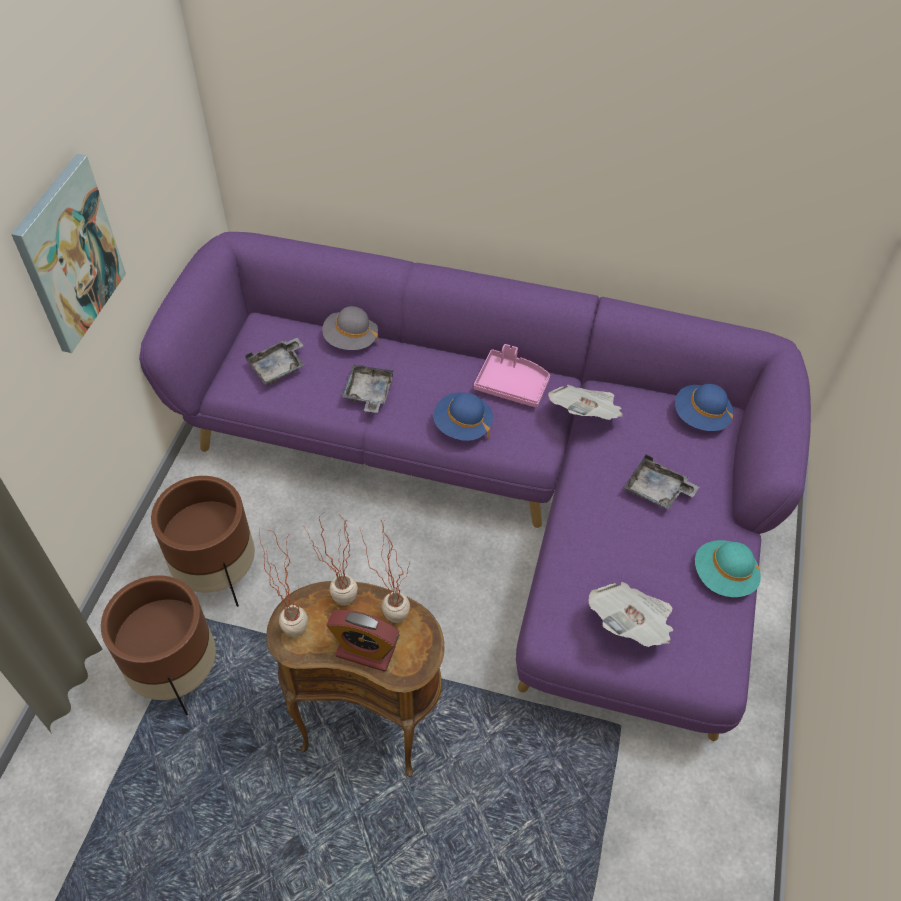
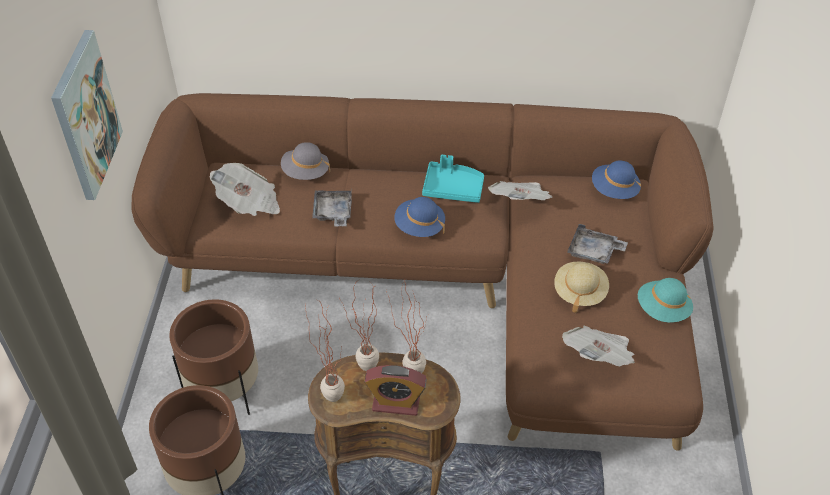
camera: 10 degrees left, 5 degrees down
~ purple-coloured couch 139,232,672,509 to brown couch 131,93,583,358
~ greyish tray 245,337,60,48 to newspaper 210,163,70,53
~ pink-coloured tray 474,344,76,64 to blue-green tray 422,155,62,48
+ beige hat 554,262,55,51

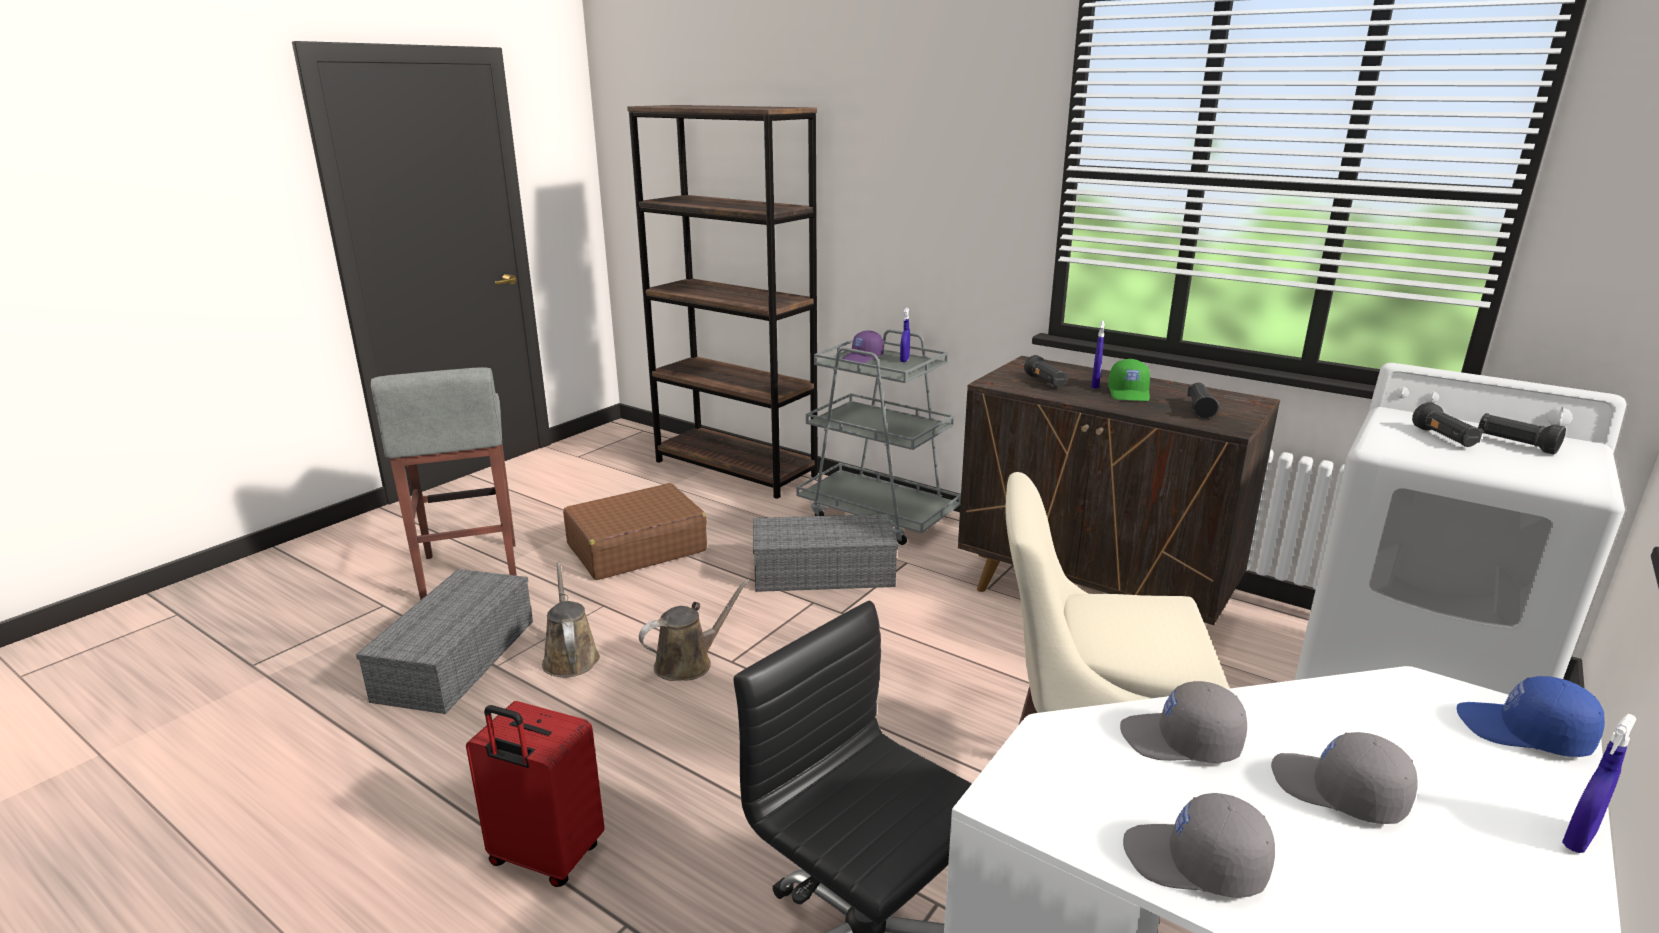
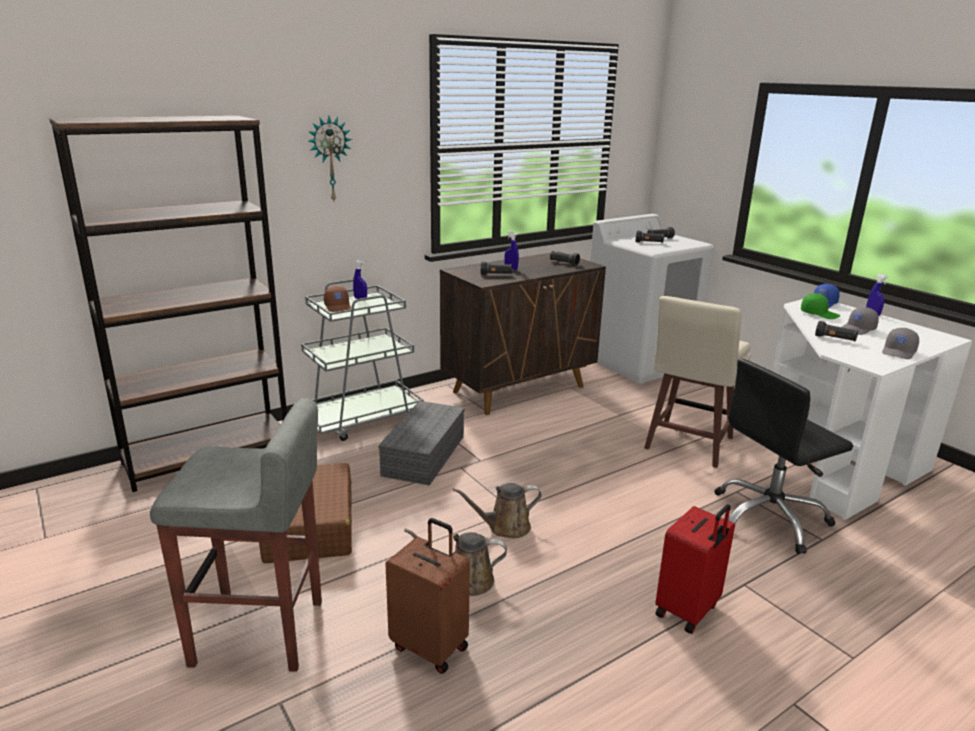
camera: 70 degrees left, 0 degrees up
~ greyish storage bin 356,569,177,145 to brown suitcase 385,518,85,156
~ brown sprinkling can 639,579,111,102 = 453,483,89,55 90 degrees counterclockwise
~ purple-coloured cap 842,330,42,33 to brown cap 324,286,27,26
~ green cap 1108,359,42,42 to 801,293,39,26
~ greyish cap 1120,681,127,82 to blackish hand torch 815,321,43,20
+ wall clock 308,116,44,85

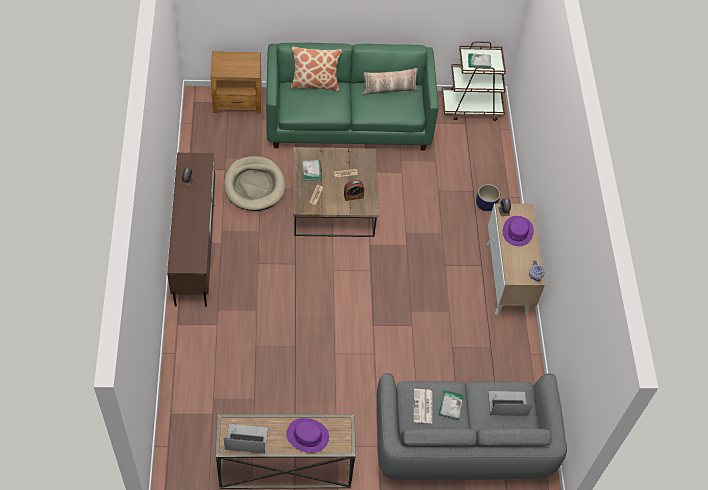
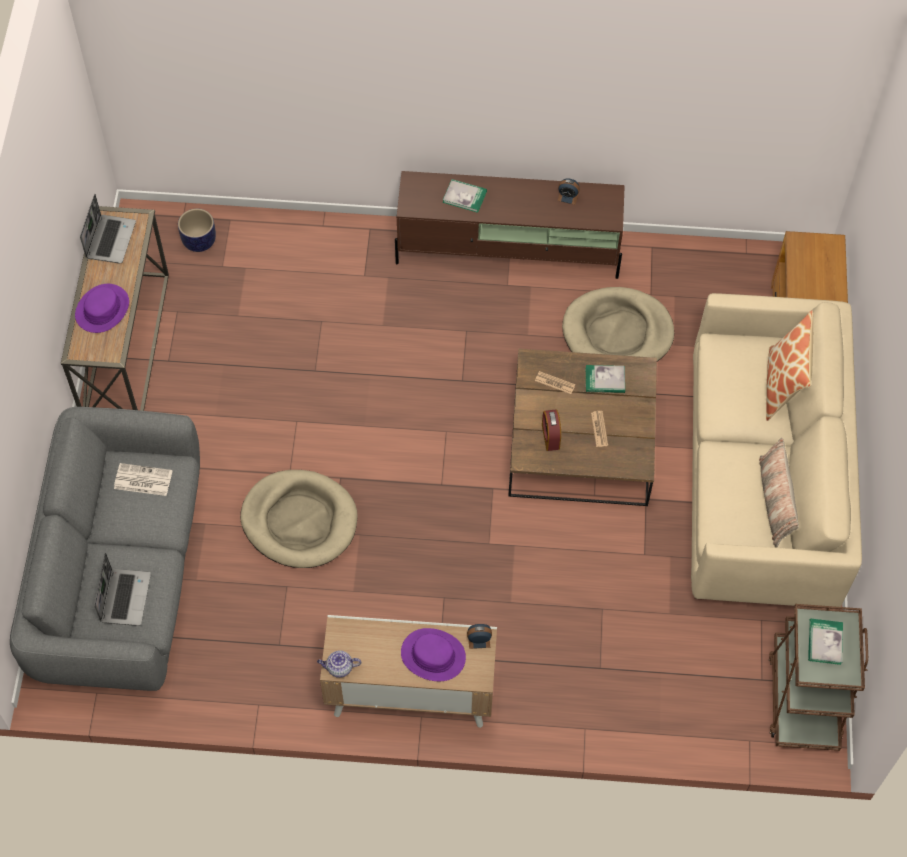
camera: 100 degrees right, 5 degrees up
~ green couch 266,43,172,108 to beige couch 691,293,171,316
~ book 439,390,25,30 to 443,179,44,34
~ flower pot 476,184,24,27 to 178,209,38,43
+ beige pet bed 240,470,118,98

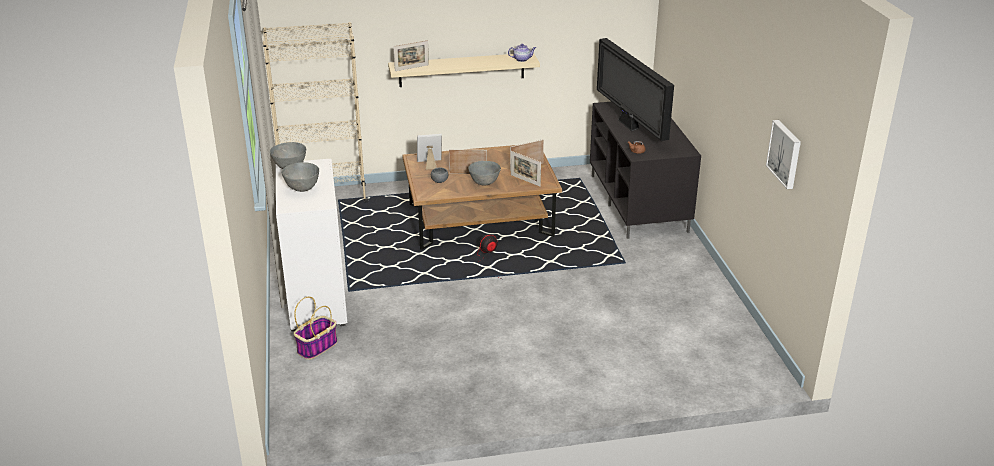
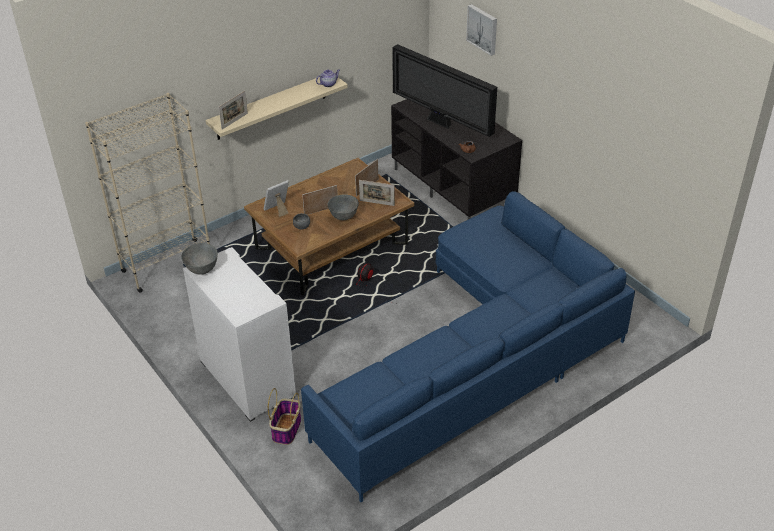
camera: 25 degrees left, 10 degrees up
- greyish serving bowl 282,162,37,30
~ wall picture 766,120,35,69 to 466,4,31,52
+ bluish couch 301,192,334,310

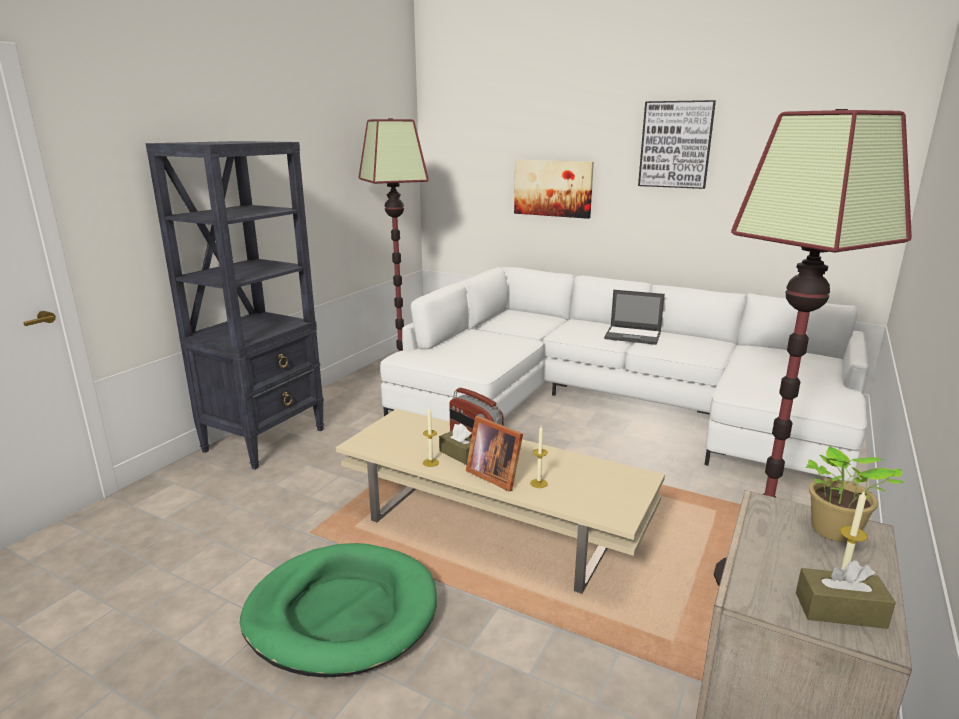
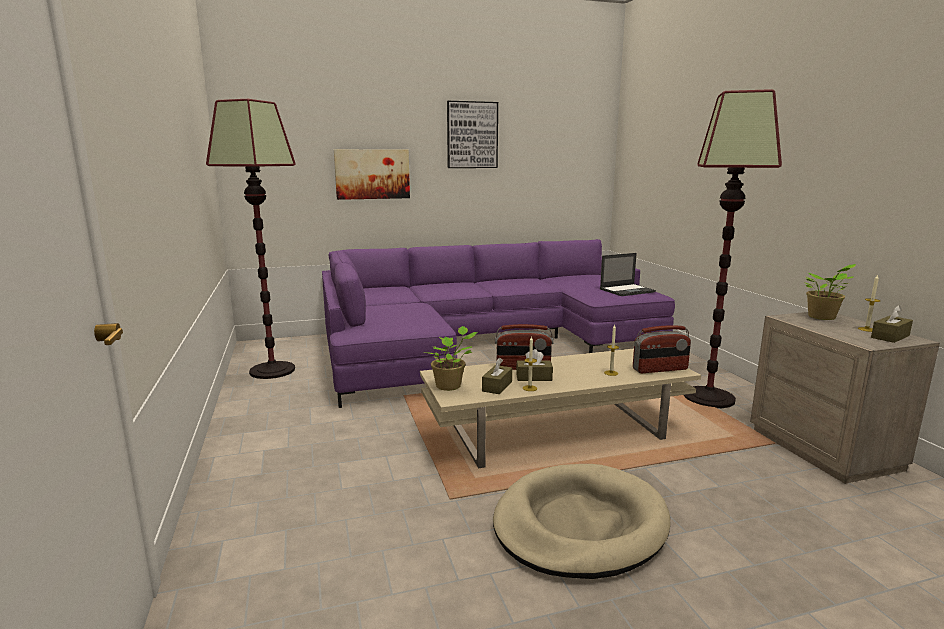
camera: 45 degrees left, 5 degrees down
- blackish bookshelf 145,141,179,329
~ green pet bed 240,543,197,134 to beige pet bed 493,464,178,115
~ white-coloured couch 380,267,489,215 to purple-coloured couch 322,239,353,169
- standing frame 466,416,57,75
~ portable computer 604,290,61,55 to 600,253,56,43
+ houseplant 424,326,54,65
+ brown box of tissues 482,358,30,36
+ radio set 633,325,58,48

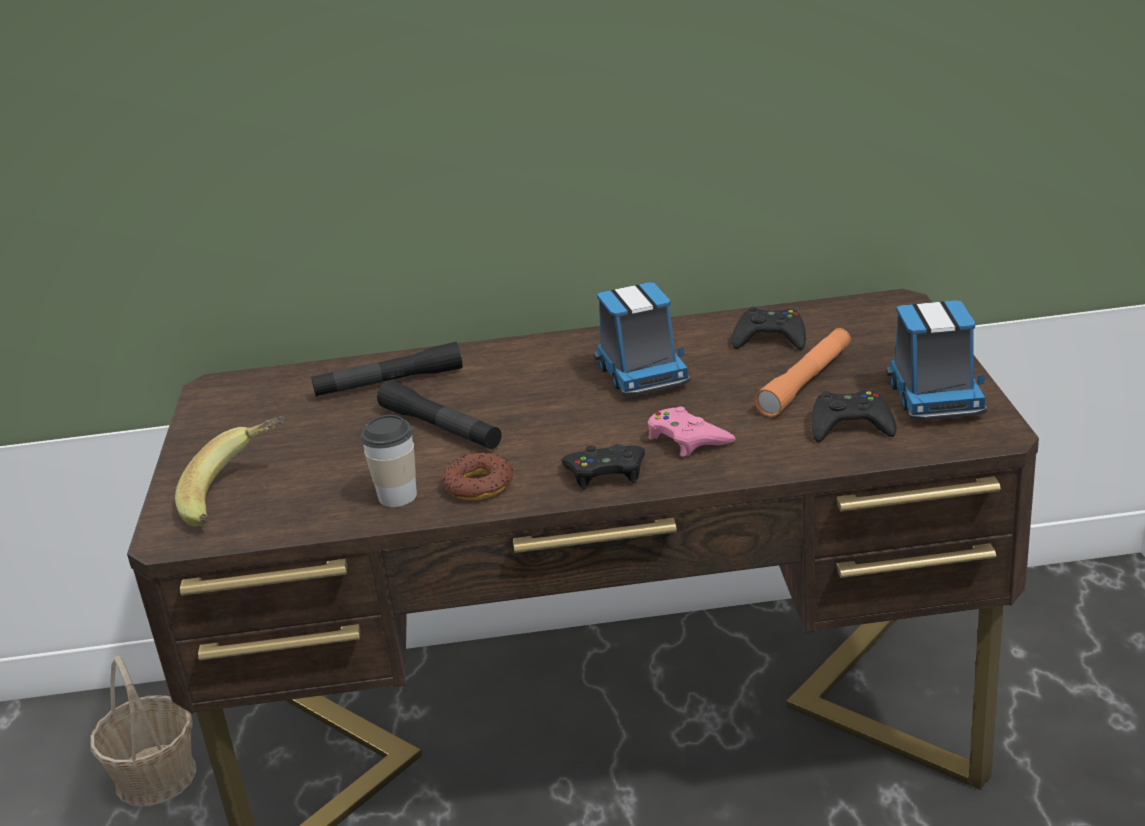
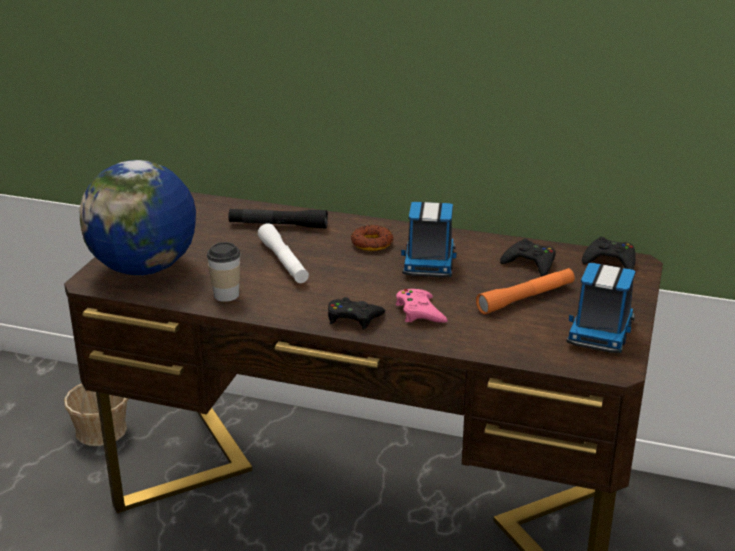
camera: 20 degrees right, 0 degrees up
~ banana 175,416,110,111 to desk globe 80,160,116,115
~ blackish hand torch 377,380,124,69 to white-coloured hand torch 258,223,51,60
~ donut 442,452,71,48 to 351,225,43,26
~ blackish game controller 811,390,86,52 to 582,237,54,33

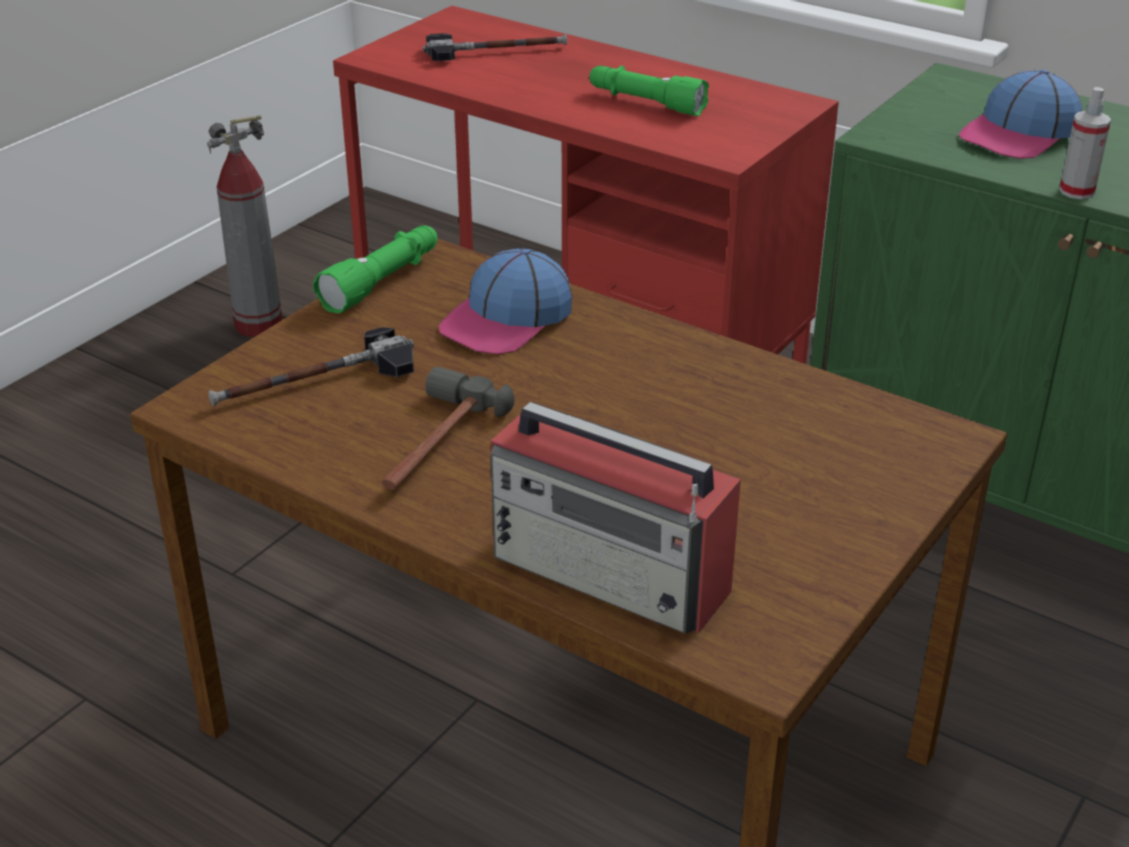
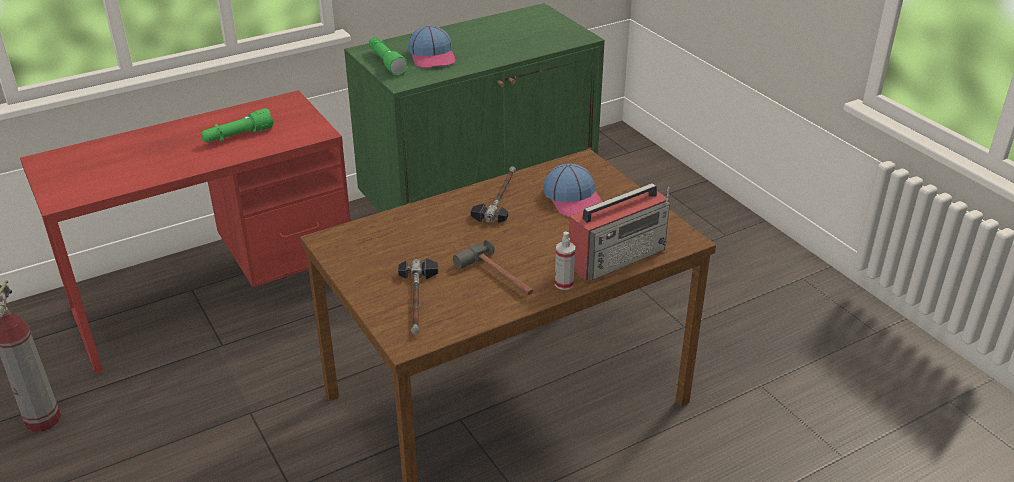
camera: 65 degrees left, 0 degrees up
~ green hand torch 313,225,124,88 to 369,37,39,39
~ hammer 423,33,144,28 to 470,166,46,57
~ cap 439,248,133,106 to 544,163,58,54
~ spray bottle 1059,87,52,112 to 555,232,20,58

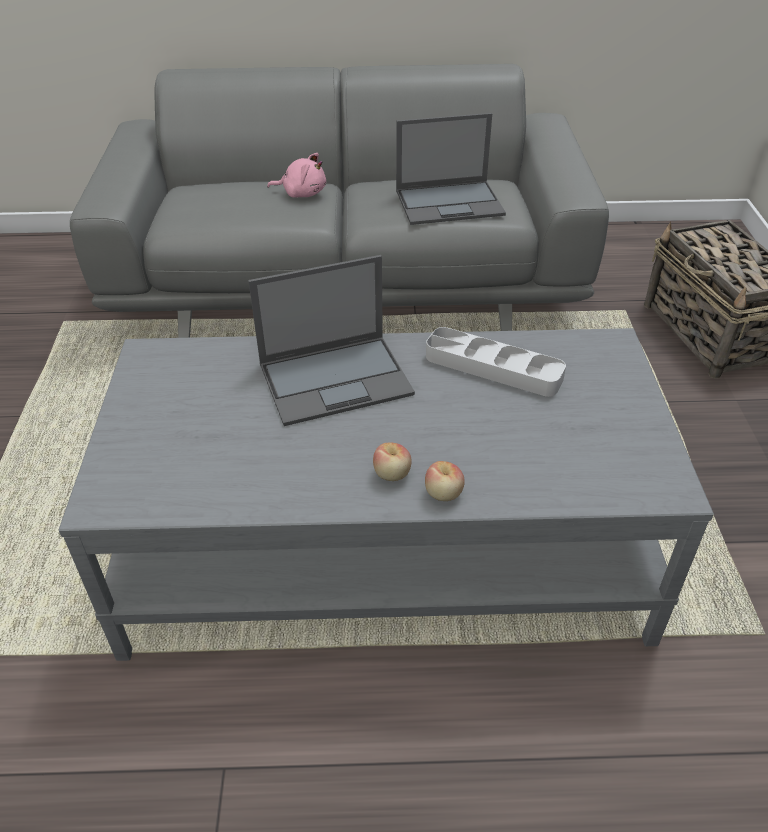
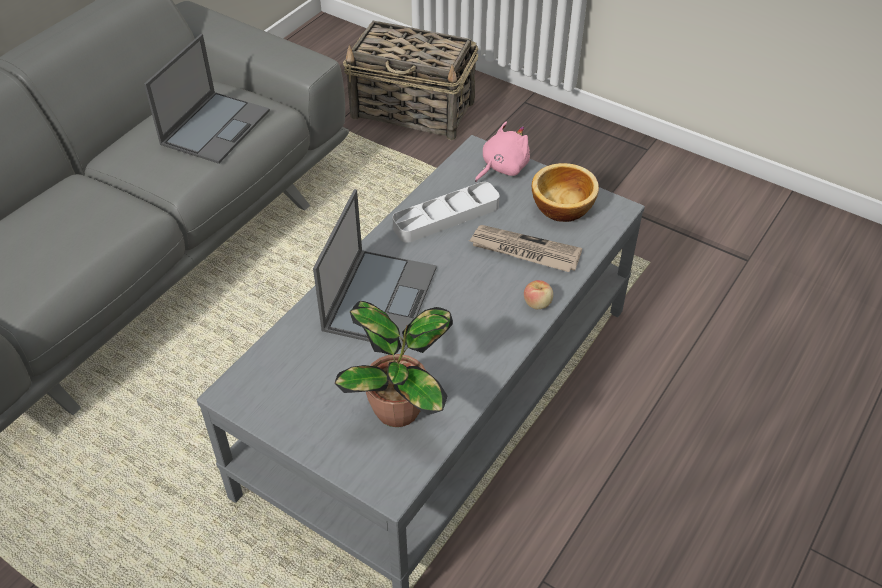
camera: 55 degrees left, 5 degrees up
~ pink-coloured plush toy 267,153,59,45 to 475,121,55,61
- apple fruit 373,443,38,38
+ houseplant 335,301,118,126
+ newspaper 469,225,113,47
+ serving bowl 532,163,67,59

